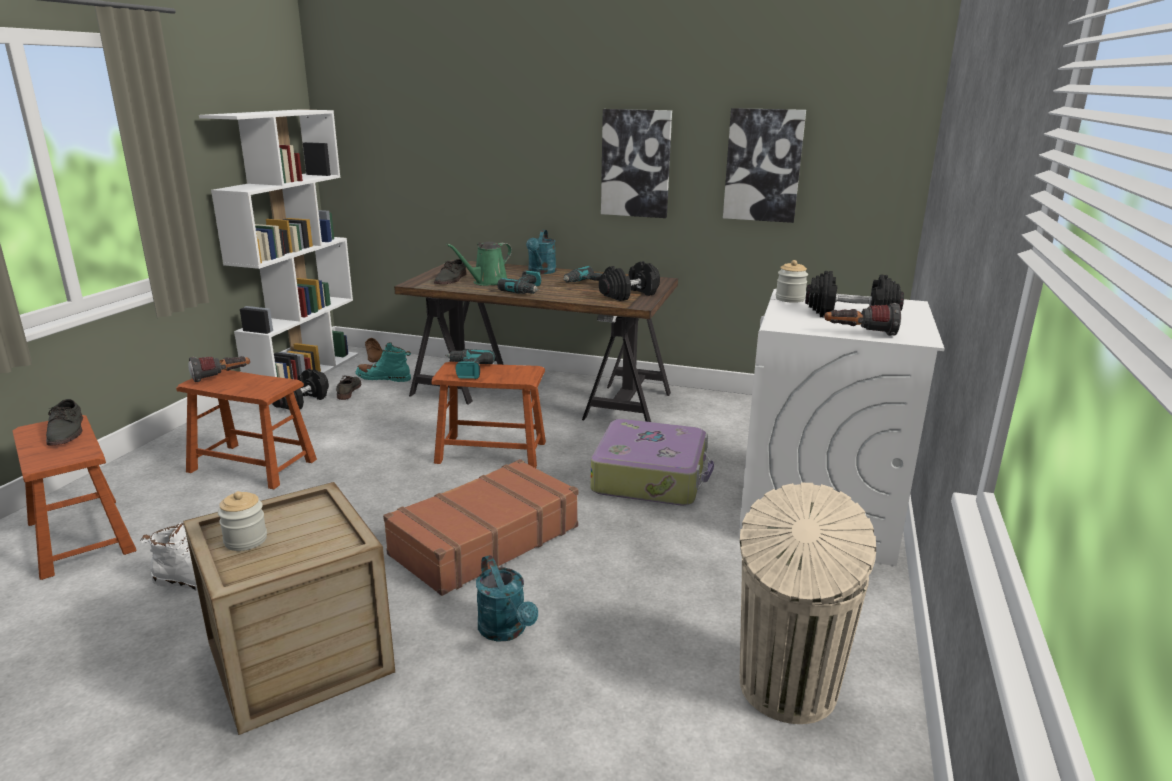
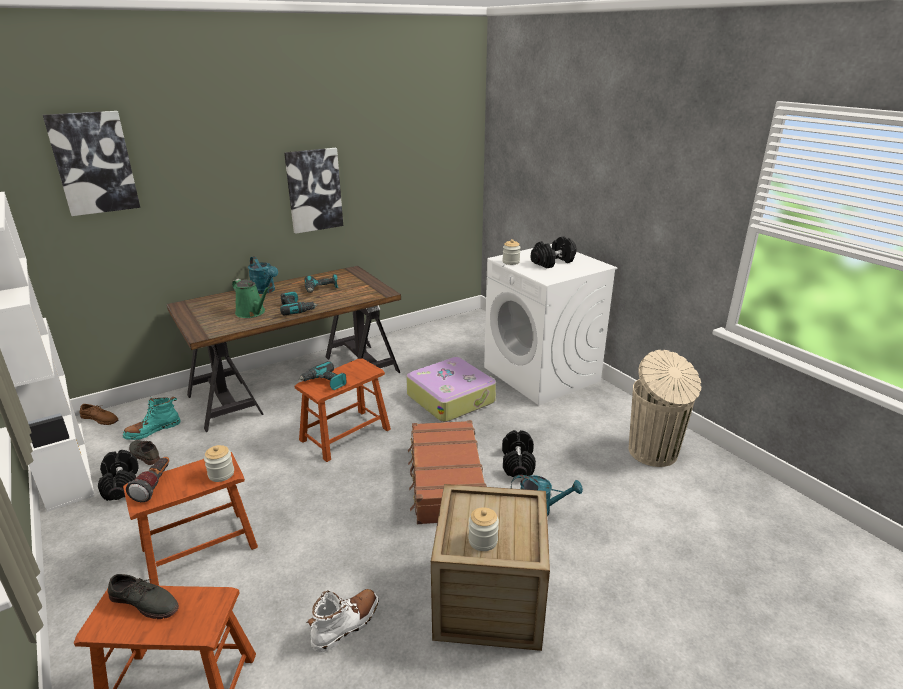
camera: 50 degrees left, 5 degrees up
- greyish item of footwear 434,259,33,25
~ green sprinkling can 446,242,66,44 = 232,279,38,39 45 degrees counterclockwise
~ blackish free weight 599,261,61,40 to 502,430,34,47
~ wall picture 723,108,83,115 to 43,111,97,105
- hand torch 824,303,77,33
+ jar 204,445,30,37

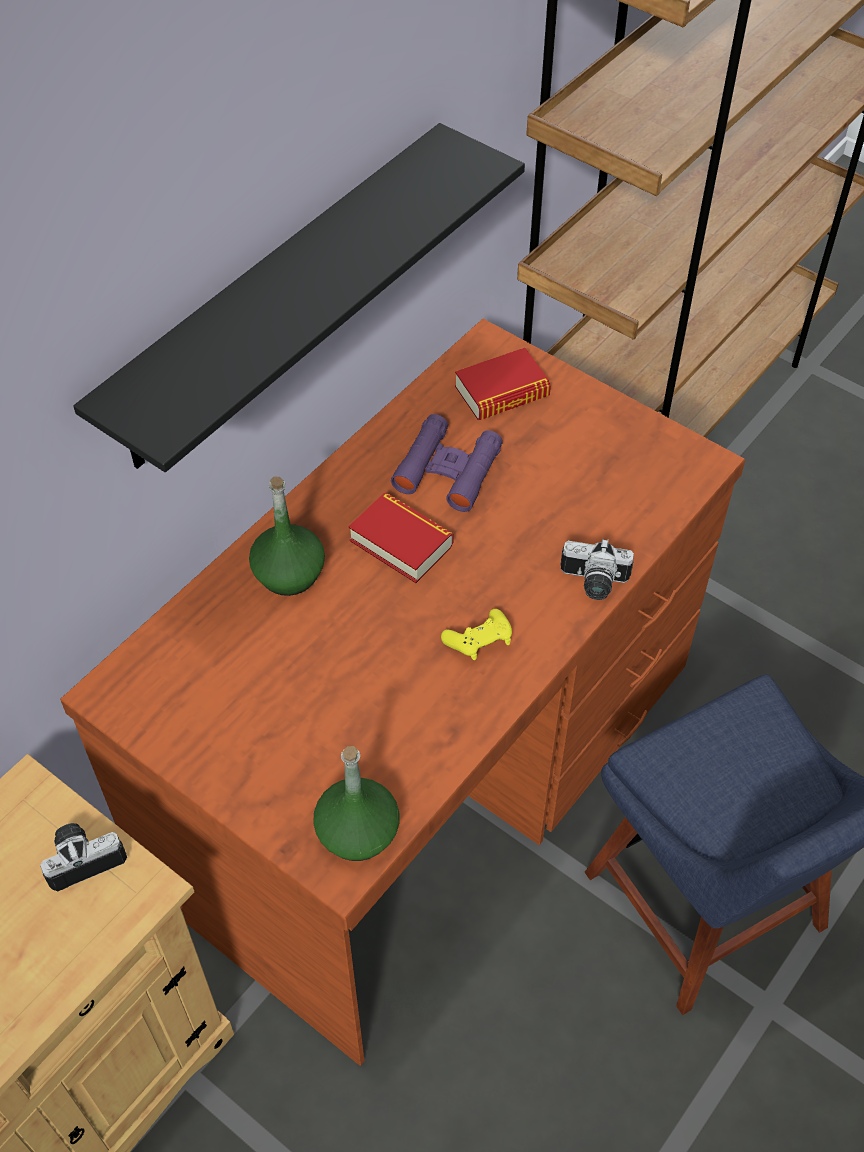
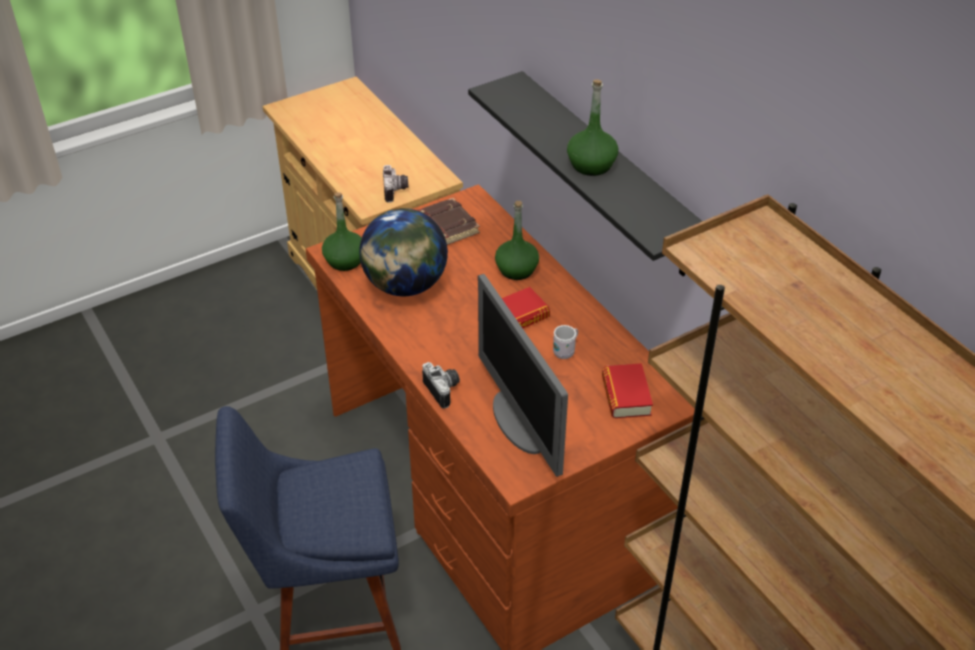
camera: 110 degrees right, 10 degrees down
~ purple-coloured pair of binoculars 391,414,112,98 to white-coloured coffee mug 553,325,25,34
- yellowish game controller 441,609,71,51
~ still camera 560,539,74,61 = 422,362,38,47 120 degrees clockwise
+ desk globe 359,208,89,88
+ brown book 417,198,63,47
+ computer display 478,274,90,203
+ green drink bottle 567,79,51,97

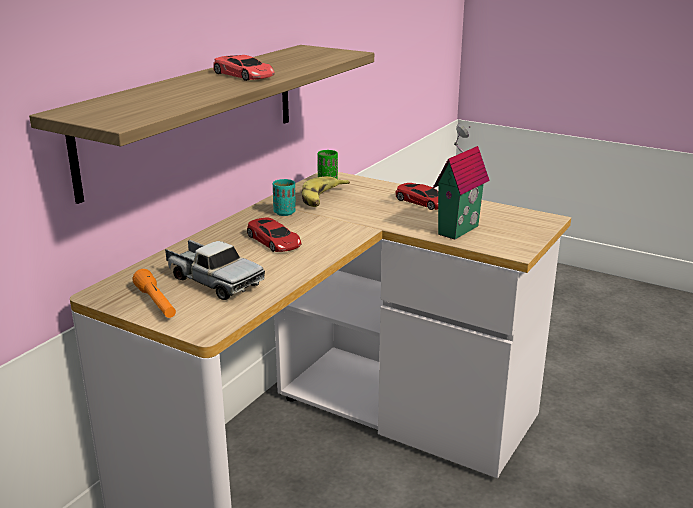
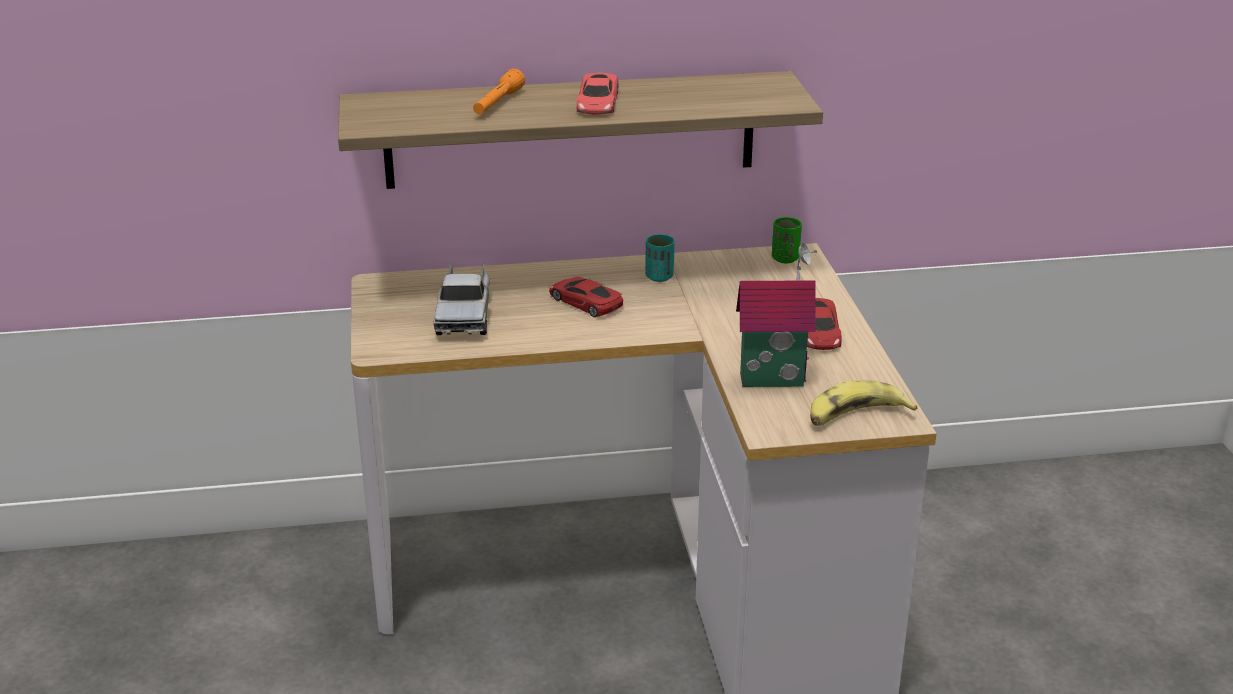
camera: 50 degrees right, 5 degrees up
~ orangey hand torch 132,269,44,49 to 473,69,52,46
~ red toy car 247,218,55,34 = 549,277,74,40 120 degrees clockwise
~ banana 302,176,48,31 to 810,380,107,46

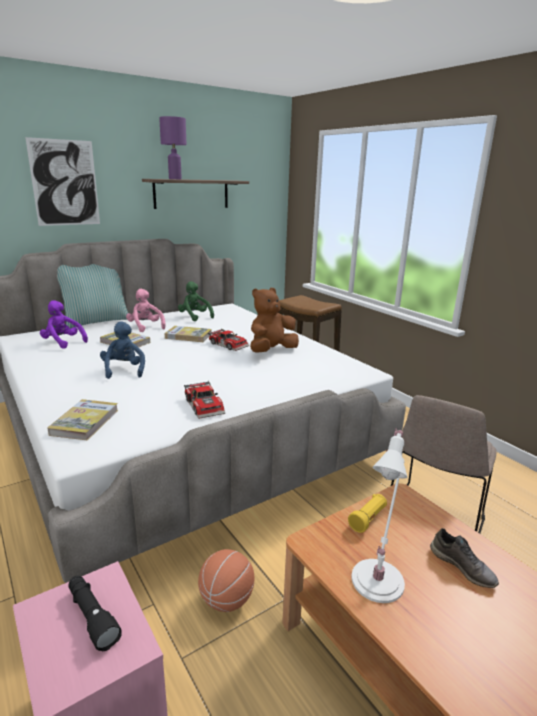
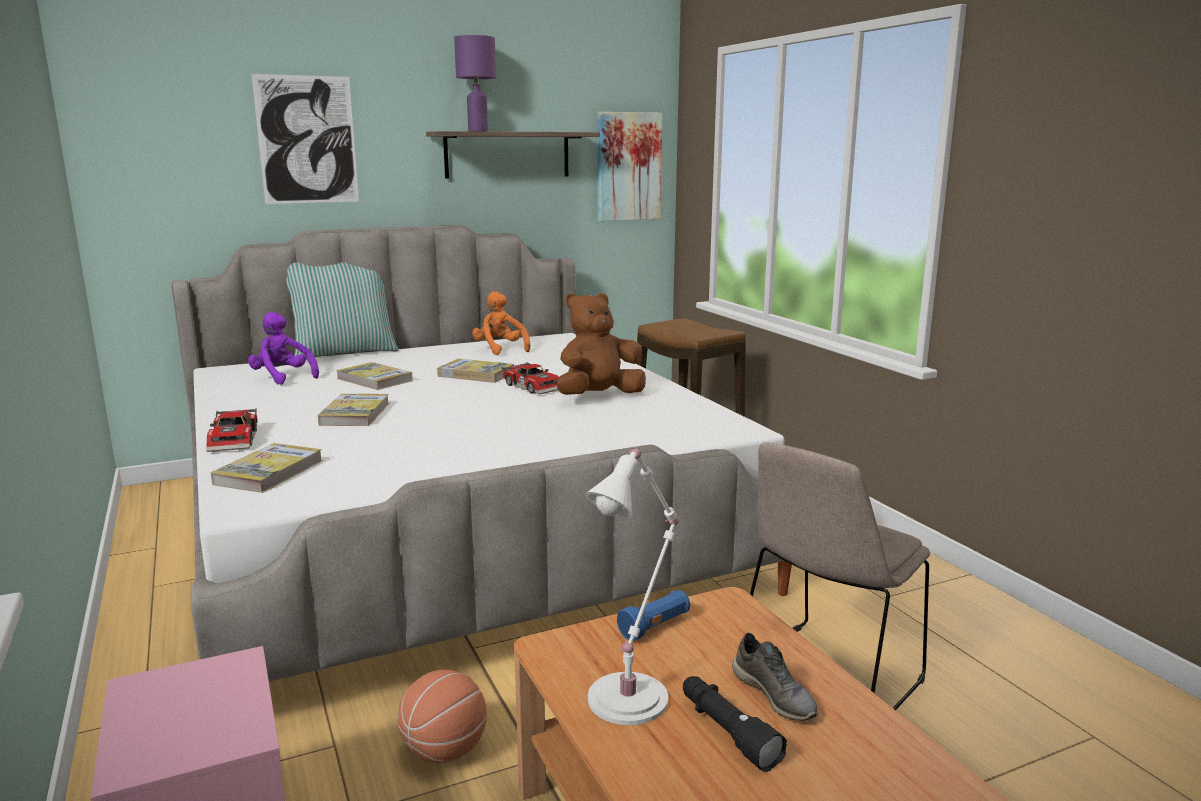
camera: 10 degrees right, 5 degrees down
~ blackish hand torch 69,576,53,75 to 683,676,104,96
~ bluish plush toy 100,321,45,58 to book 318,394,71,32
- pink-coloured plush toy 126,289,40,43
~ green plush toy 178,281,36,41 to orangey plush toy 472,291,59,64
~ toy car 184,381,41,38 to 206,409,52,43
~ yellowish hand torch 348,494,39,39 to bluish hand torch 617,590,73,51
+ wall picture 598,112,64,109

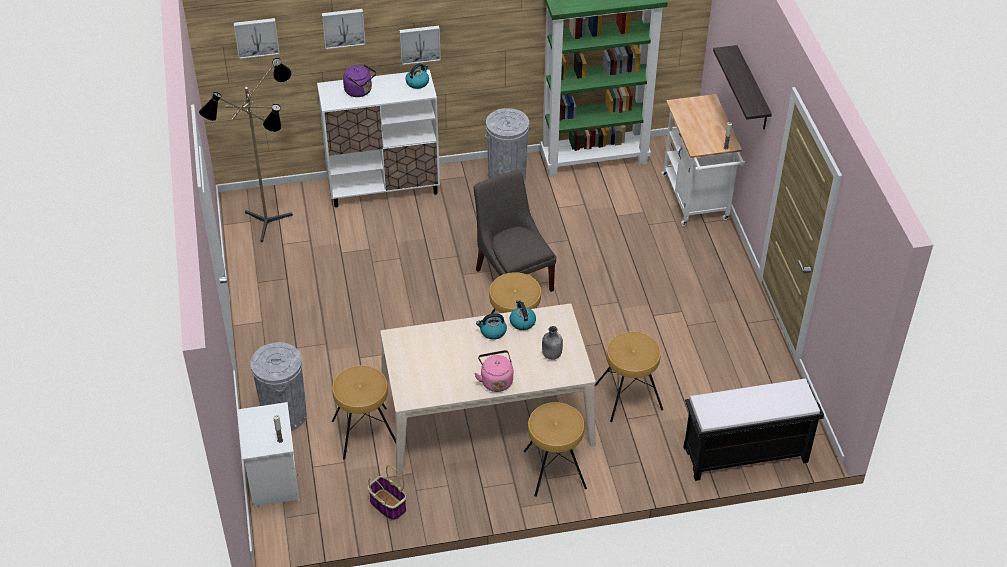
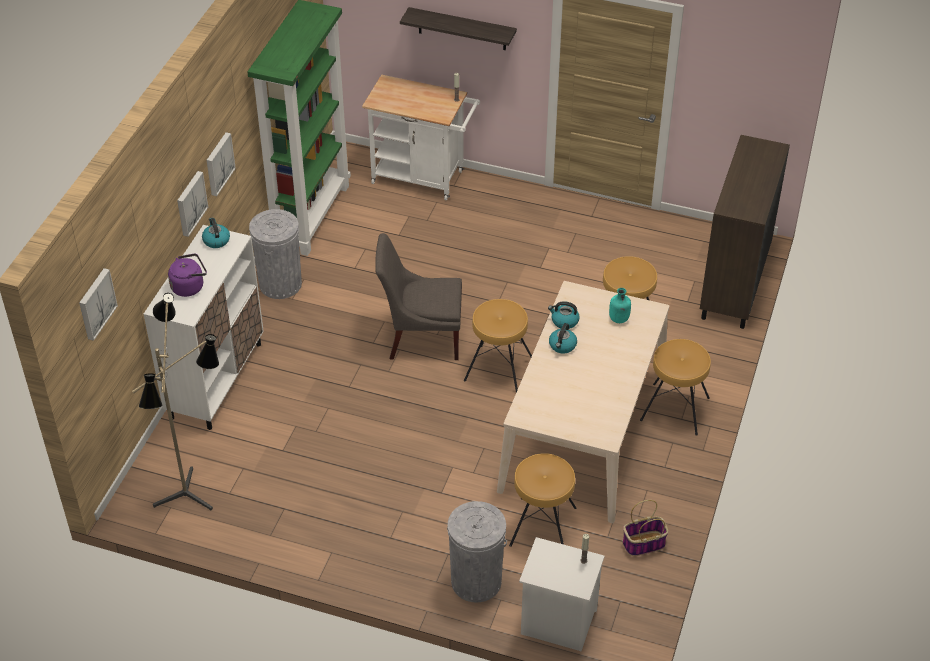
camera: 60 degrees left, 0 degrees up
~ wall picture 322,9,44,40 to 206,132,30,64
- pink-coloured tea kettle 474,350,39,42
~ greyish drink bottle 542,326,21,34 to blue-green drink bottle 609,288,22,35
~ blackish indoor bench 683,379,141,102 to brown storage cabinet 700,135,90,194

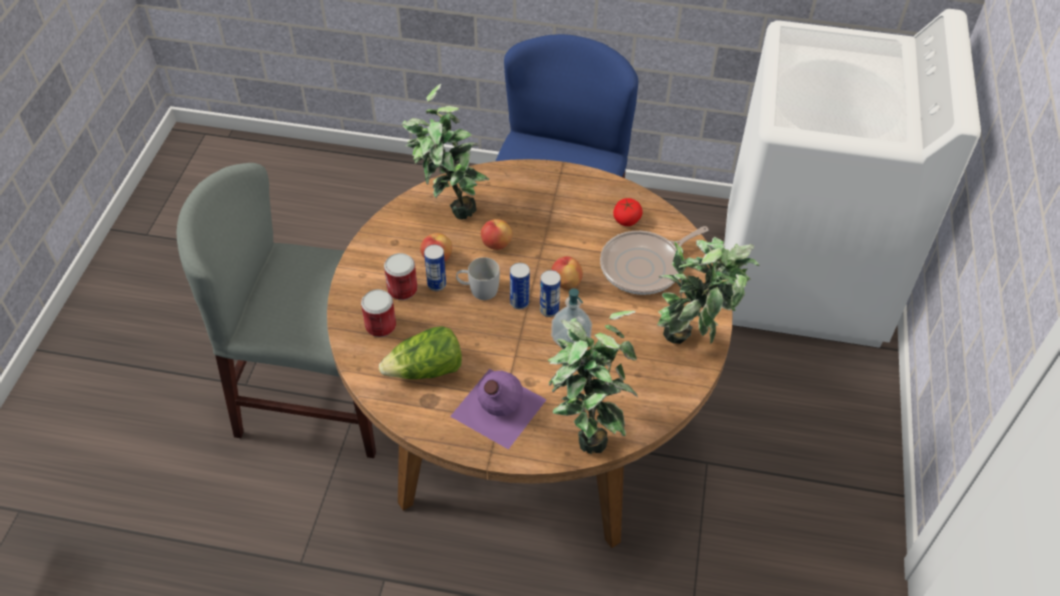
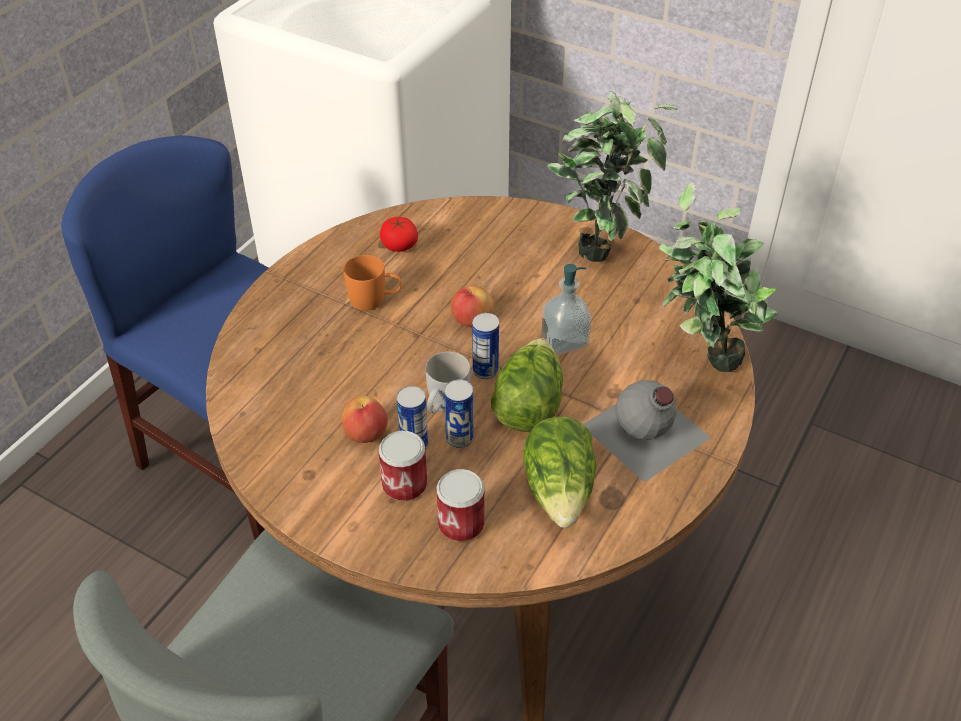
camera: 70 degrees left, 5 degrees down
- houseplant 402,84,87,136
~ purple-coloured drink bottle 450,369,97,81 to greyish drink bottle 583,380,128,103
- apple fruit 481,219,32,31
~ sealed can 540,270,21,47 to 444,379,29,69
- skillet 600,226,109,69
+ orangey coffee mug 344,255,58,55
+ head of lettuce 491,338,72,94

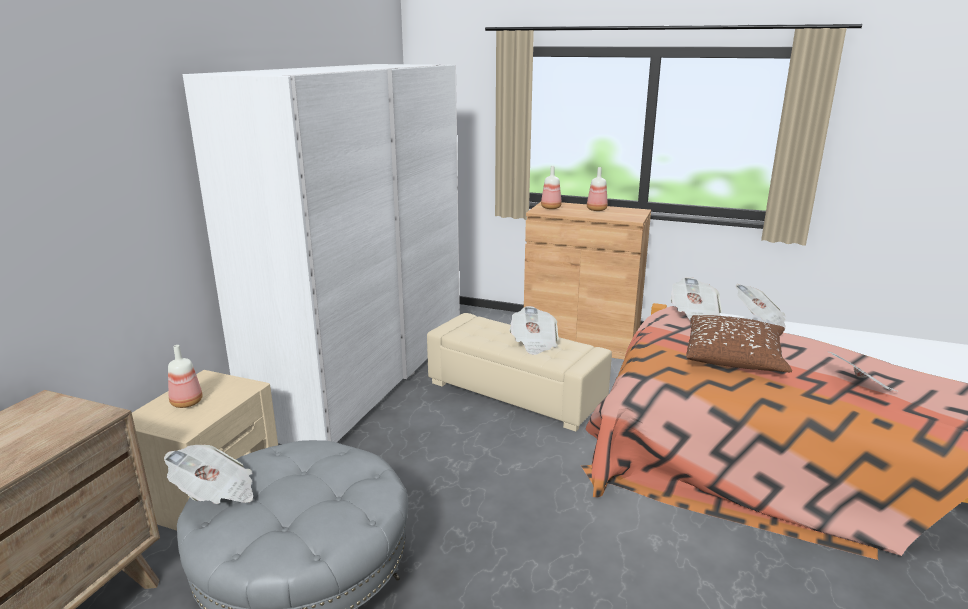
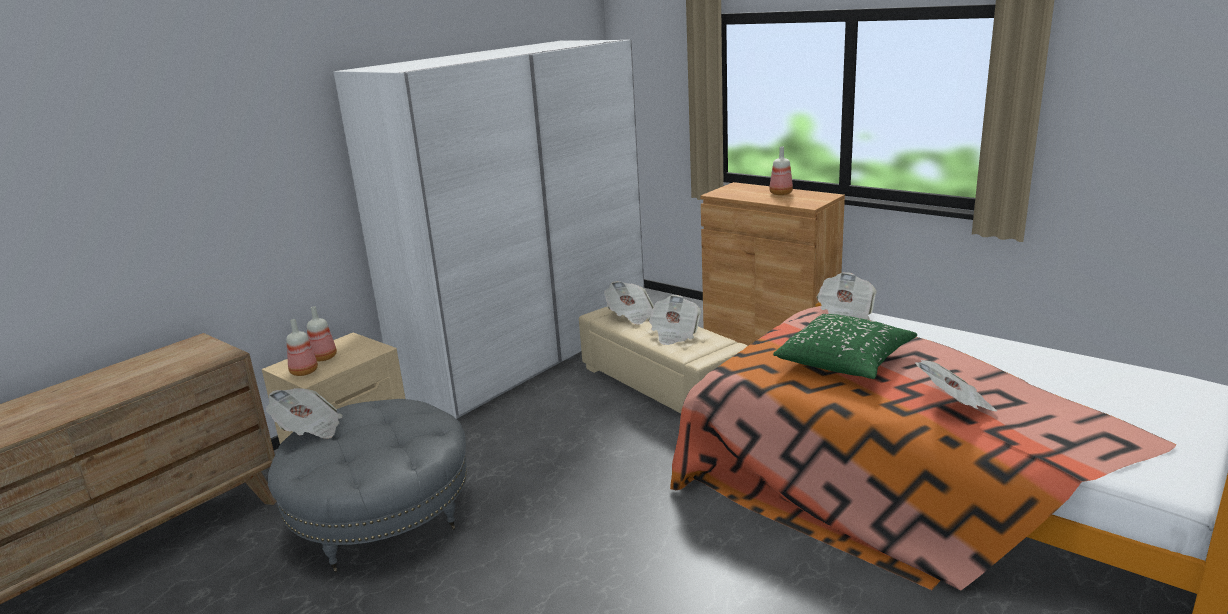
camera: 20 degrees right, 0 degrees up
~ drink bottle 541,166,21,43 to 286,319,32,57
~ brown throw pillow 686,315,106,57 to green throw pillow 773,314,144,65
~ newspaper 736,284,50,44 to 604,281,50,44

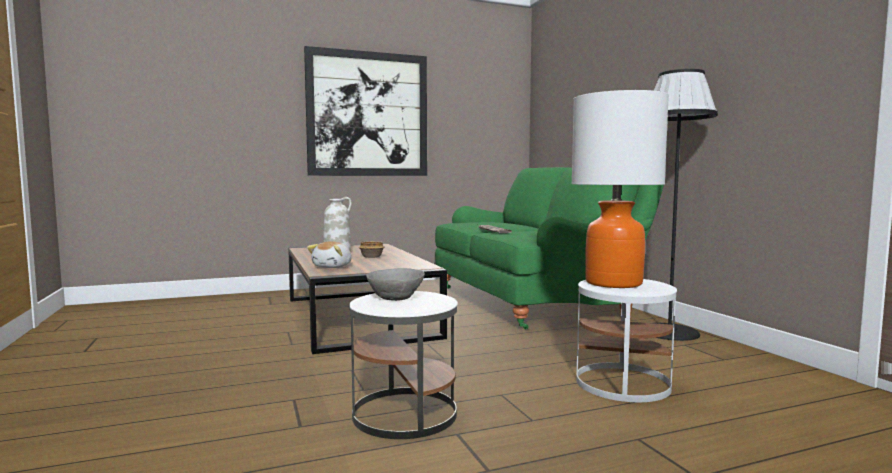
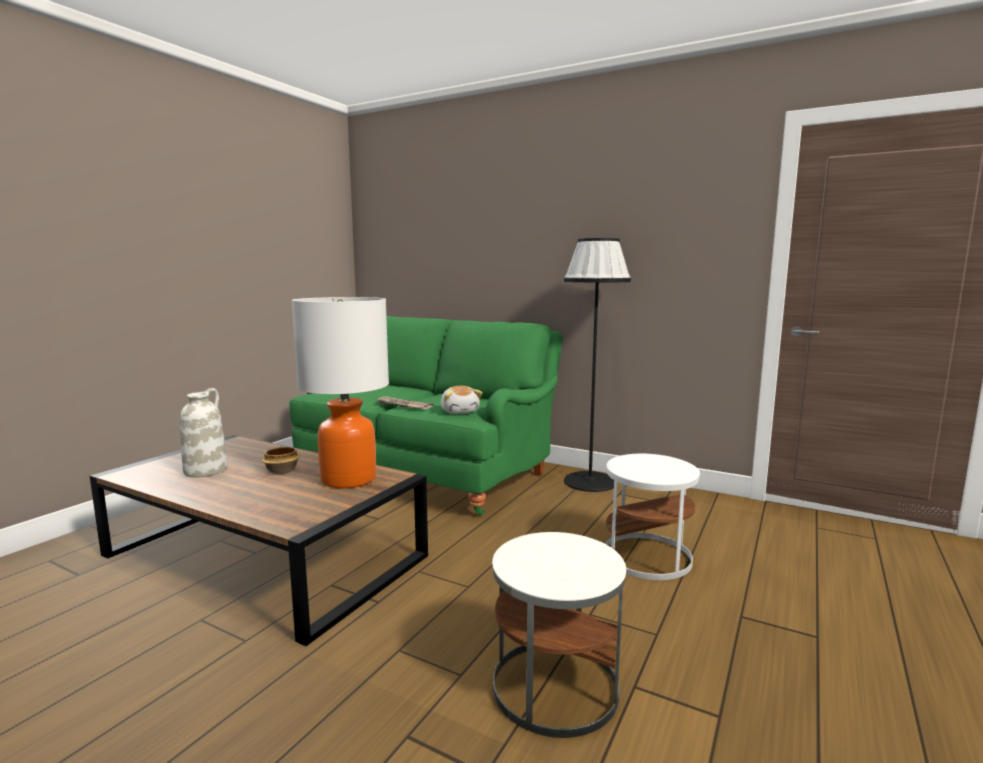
camera: 40 degrees left, 5 degrees up
- wall picture 304,46,123,130
~ plush toy 307,241,45,27 to 441,386,41,28
- greyish serving bowl 366,268,59,33
~ table lamp 571,90,98,198 to 292,297,97,192

